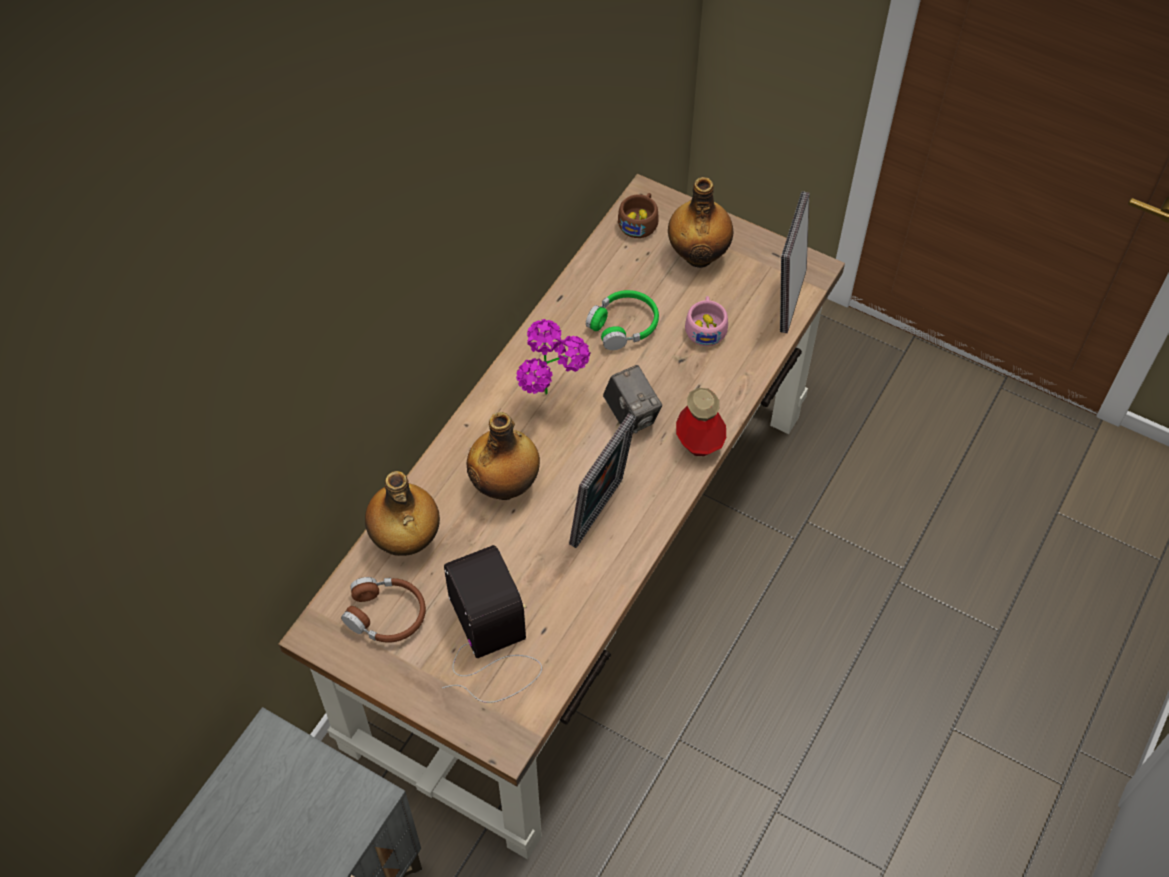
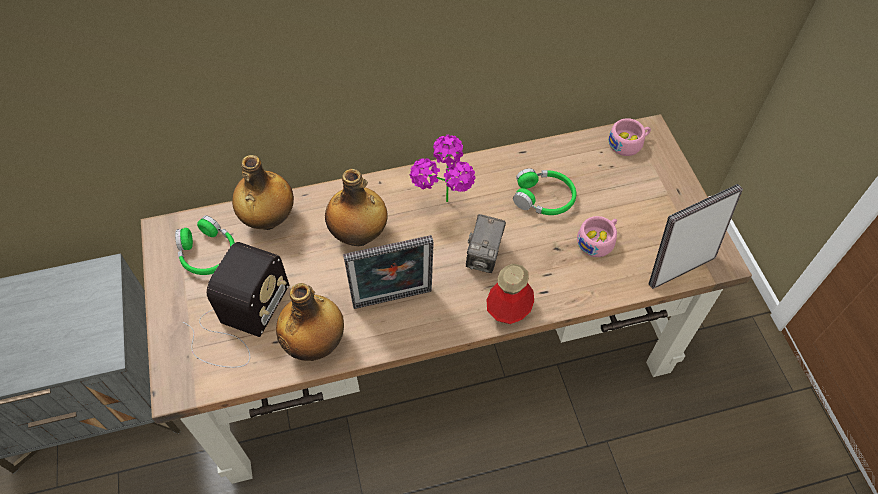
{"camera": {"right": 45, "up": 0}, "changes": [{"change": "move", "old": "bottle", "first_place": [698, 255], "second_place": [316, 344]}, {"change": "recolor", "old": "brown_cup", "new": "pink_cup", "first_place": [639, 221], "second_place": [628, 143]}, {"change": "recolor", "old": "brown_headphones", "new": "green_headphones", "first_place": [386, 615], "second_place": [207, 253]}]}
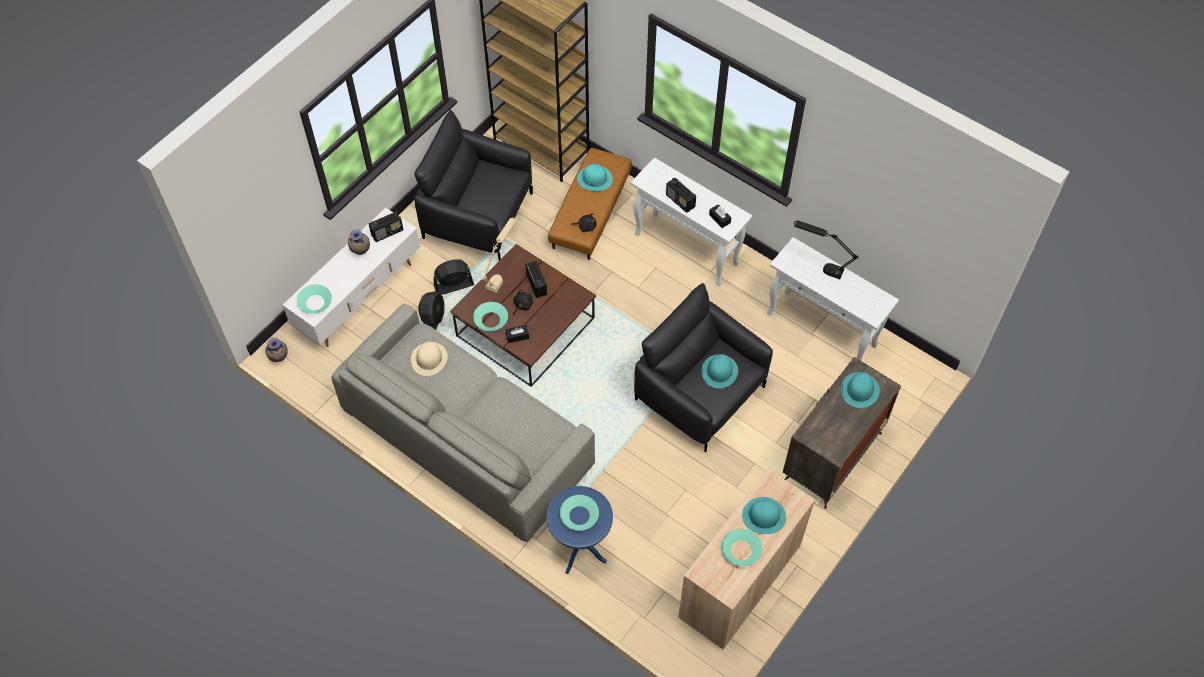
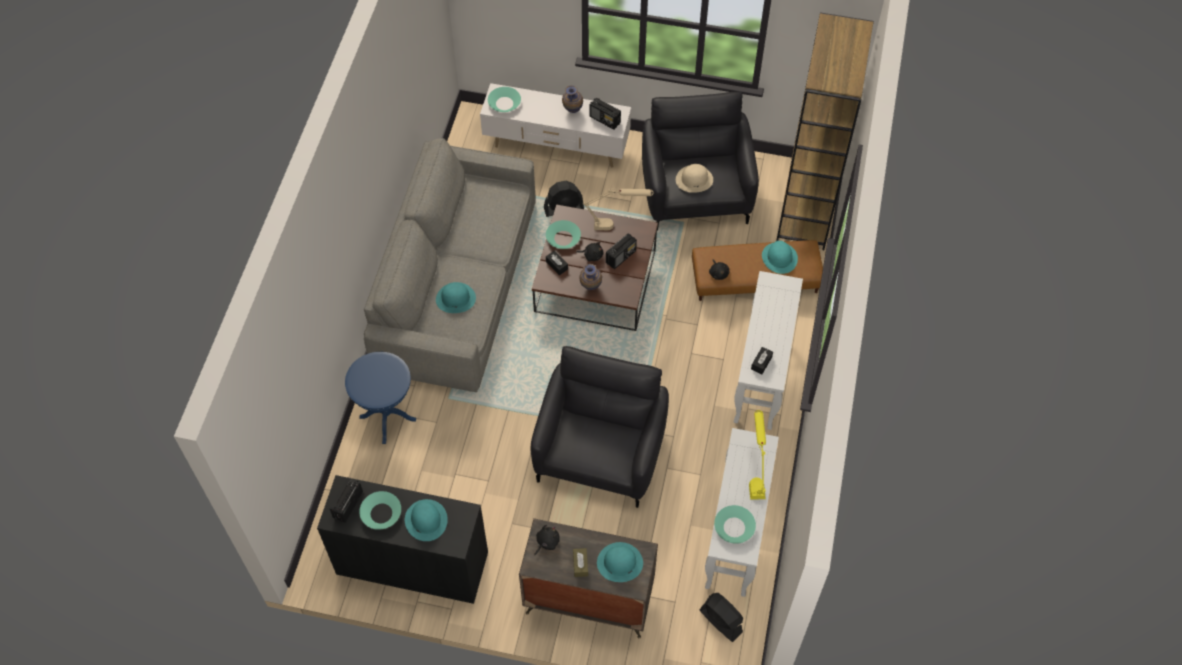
{"camera": {"right": 65, "up": 0}, "changes": [{"change": "move", "old": "radio", "first_place": [680, 201], "second_place": [348, 505]}, {"change": "recolor", "old": "black_table_lamp", "new": "yellow_table_lamp", "first_place": [820, 266], "second_place": [755, 475]}, {"change": "move", "old": "black_fan", "first_place": [453, 285], "second_place": [720, 621]}, {"change": "move", "old": "vase", "first_place": [279, 359], "second_place": [590, 288]}, {"change": "move", "old": "beige_hat", "first_place": [429, 358], "second_place": [694, 179]}, {"change": "move", "old": "turquoise_hat", "first_place": [719, 371], "second_place": [456, 298]}, {"change": "recolor", "old": "beige_cabinet", "new": "black_cabinet", "first_place": [739, 581], "second_place": [412, 563]}, {"change": "move", "old": "turquoise_bowl", "first_place": [579, 515], "second_place": [734, 527]}, {"change": "insert", "new": "black_plush_toy", "second_place": [546, 542]}, {"change": "insert", "new": "brown_tissue_box", "second_place": [580, 564]}]}
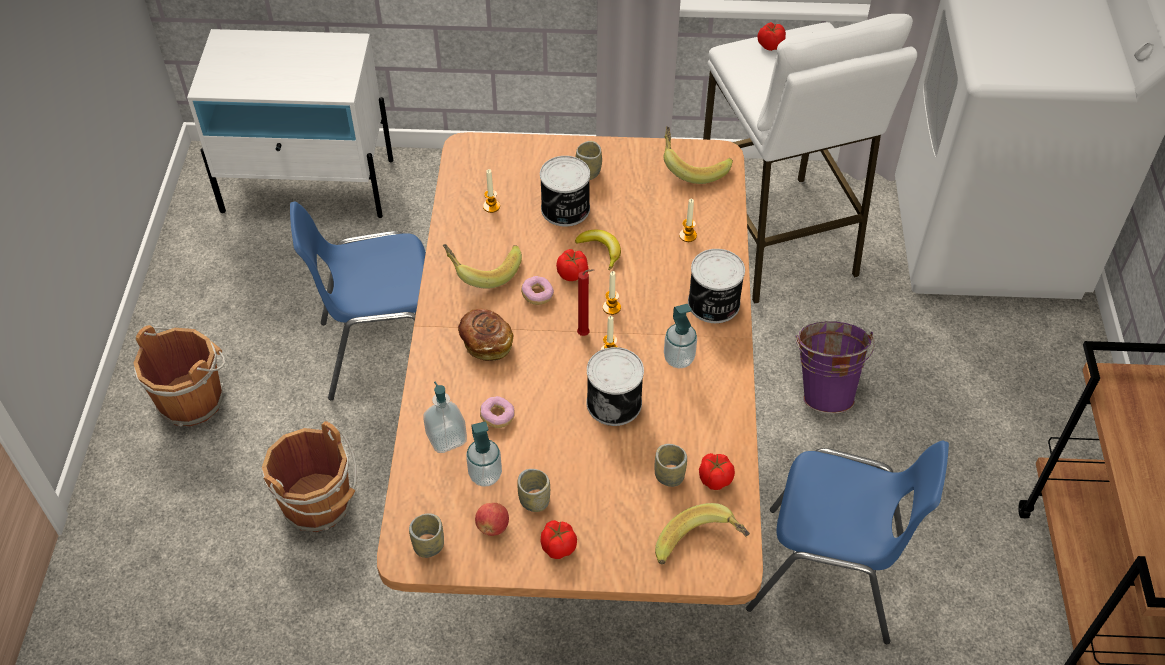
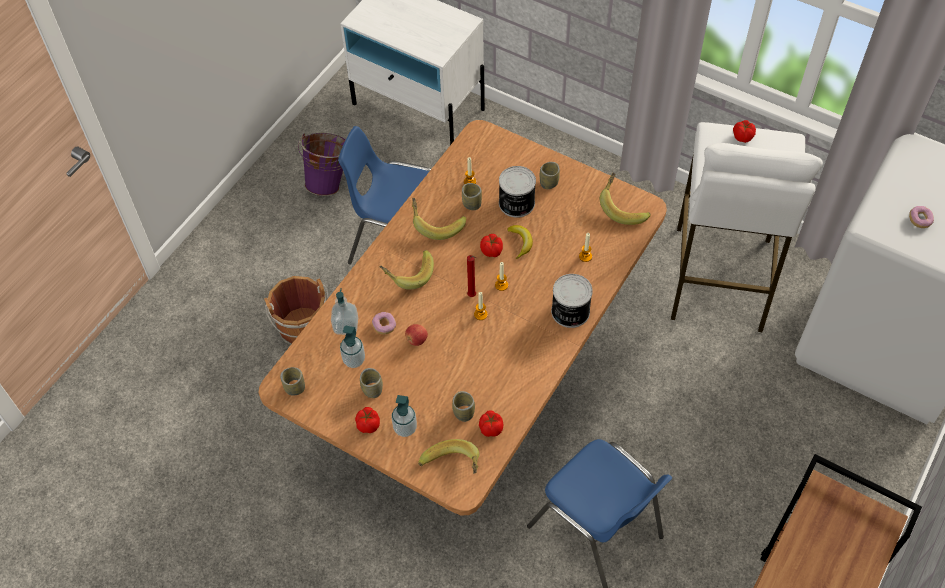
{"camera": {"right": 30, "up": 5}, "changes": [{"change": "move", "old": "donut", "first_place": [537, 295], "second_place": [919, 220]}, {"change": "move", "old": "soap_dispenser", "first_place": [679, 359], "second_place": [405, 428]}, {"change": "replace", "old": "bread", "new": "banana", "first_place": [486, 343], "second_place": [408, 274]}, {"change": "move", "old": "purple_bucket", "first_place": [824, 389], "second_place": [329, 181]}, {"change": "delete", "old": "brown_bucket", "first_place": [193, 398]}, {"change": "delete", "old": "can", "first_place": [615, 402]}, {"change": "move", "old": "apple", "first_place": [492, 527], "second_place": [416, 340]}, {"change": "insert", "new": "cup", "second_place": [472, 204]}]}
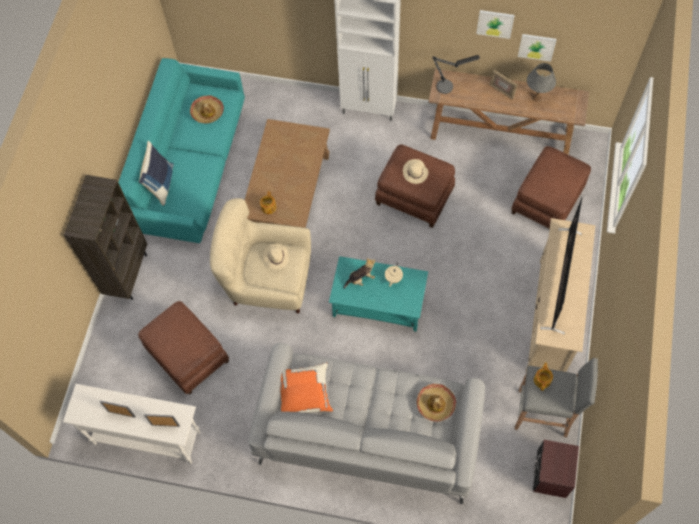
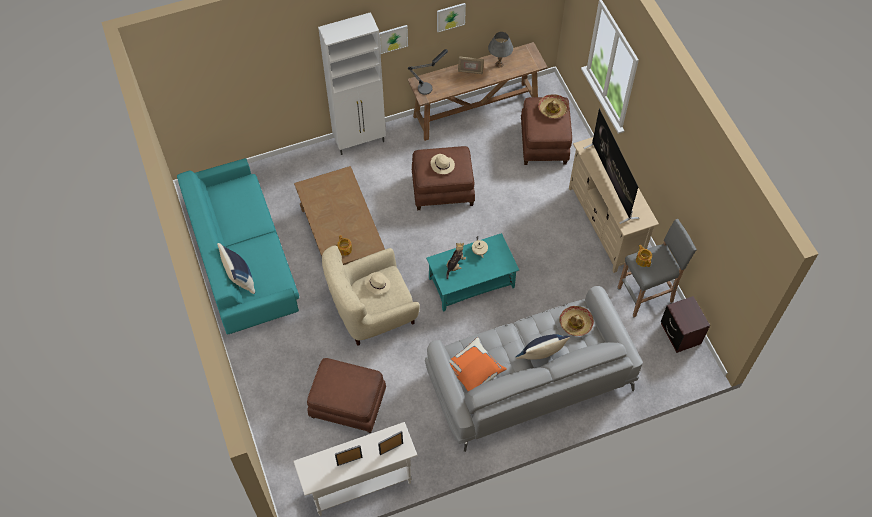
{"camera": {"right": -35, "up": -5}, "changes": [{"change": "move", "old": "picture", "first_place": [536, 47], "second_place": [393, 39]}, {"change": "move", "old": "hat", "first_place": [207, 112], "second_place": [552, 109]}, {"change": "delete", "old": "brown_bookcase", "first_place": [127, 274]}, {"change": "insert", "new": "blue_pillow", "second_place": [541, 356]}]}
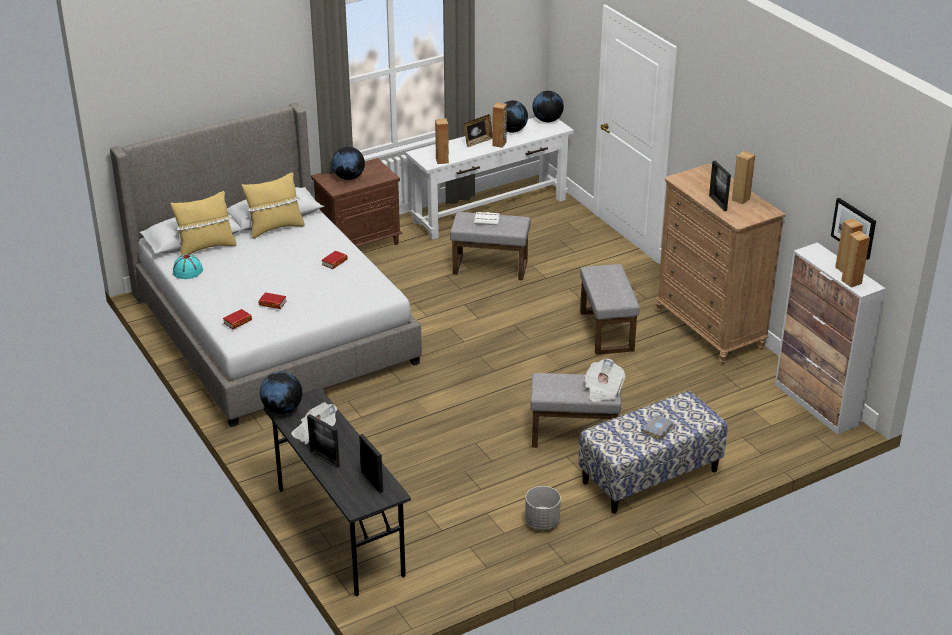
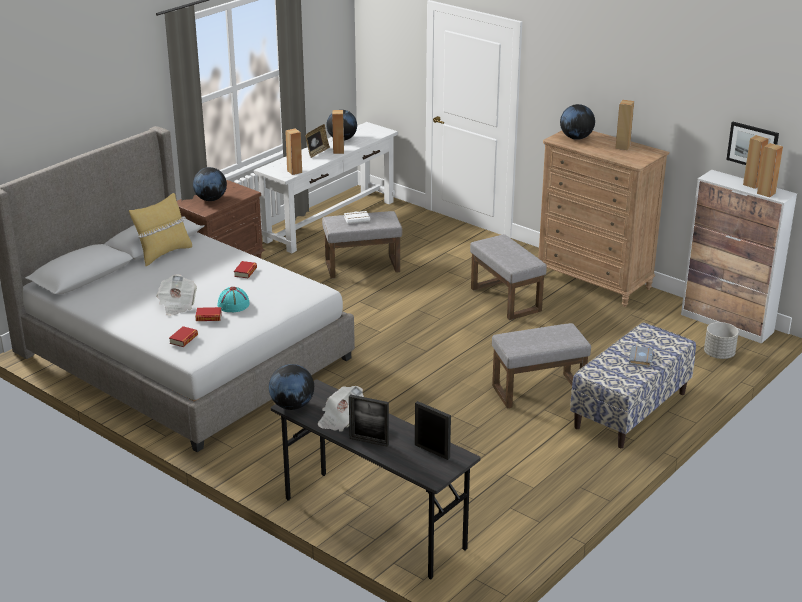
{"camera": {"right": -20, "up": -5}, "changes": [{"change": "move", "old": "globe", "first_place": [547, 120], "second_place": [576, 138]}, {"change": "delete", "old": "picture_frame", "first_place": [717, 203]}, {"change": "delete", "old": "yellow_pillow", "first_place": [206, 247]}, {"change": "move", "old": "turquoise_hat", "first_place": [187, 271], "second_place": [233, 305]}, {"change": "move", "old": "newspaper", "first_place": [603, 390], "second_place": [177, 305]}, {"change": "move", "old": "grey_planter", "first_place": [541, 522], "second_place": [718, 355]}]}
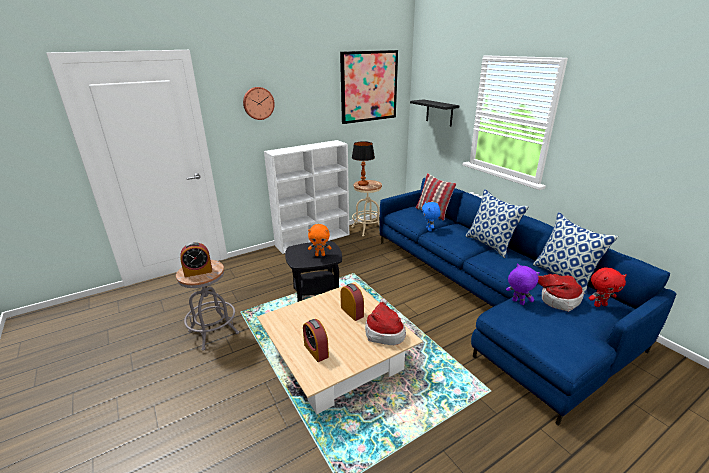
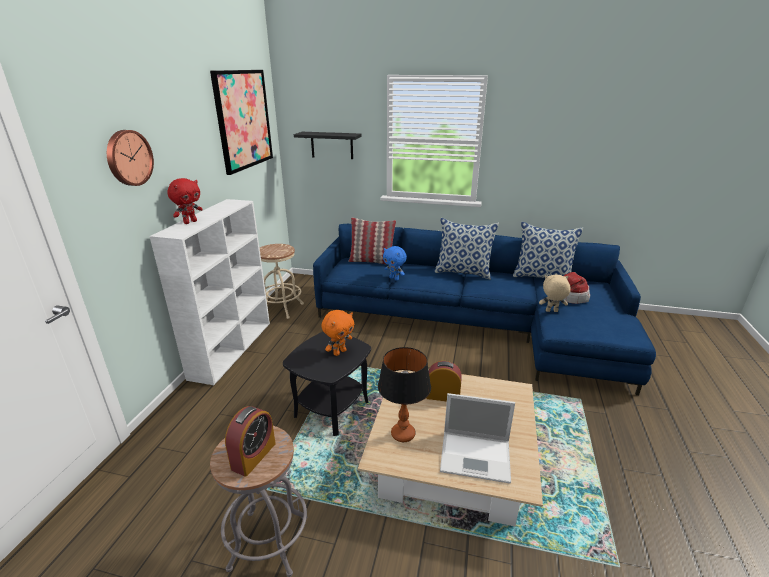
{"camera": {"right": -45, "up": 0}, "changes": [{"change": "move", "old": "table_lamp", "first_place": [363, 184], "second_place": [402, 434]}, {"change": "recolor", "old": "purple_plush_toy", "new": "beige_plush_toy", "first_place": [517, 302], "second_place": [551, 311]}, {"change": "move", "old": "red_plush_toy", "first_place": [599, 305], "second_place": [190, 222]}, {"change": "delete", "old": "hat", "first_place": [384, 331]}, {"change": "replace", "old": "alarm_clock", "new": "laptop", "first_place": [316, 351], "second_place": [477, 456]}]}
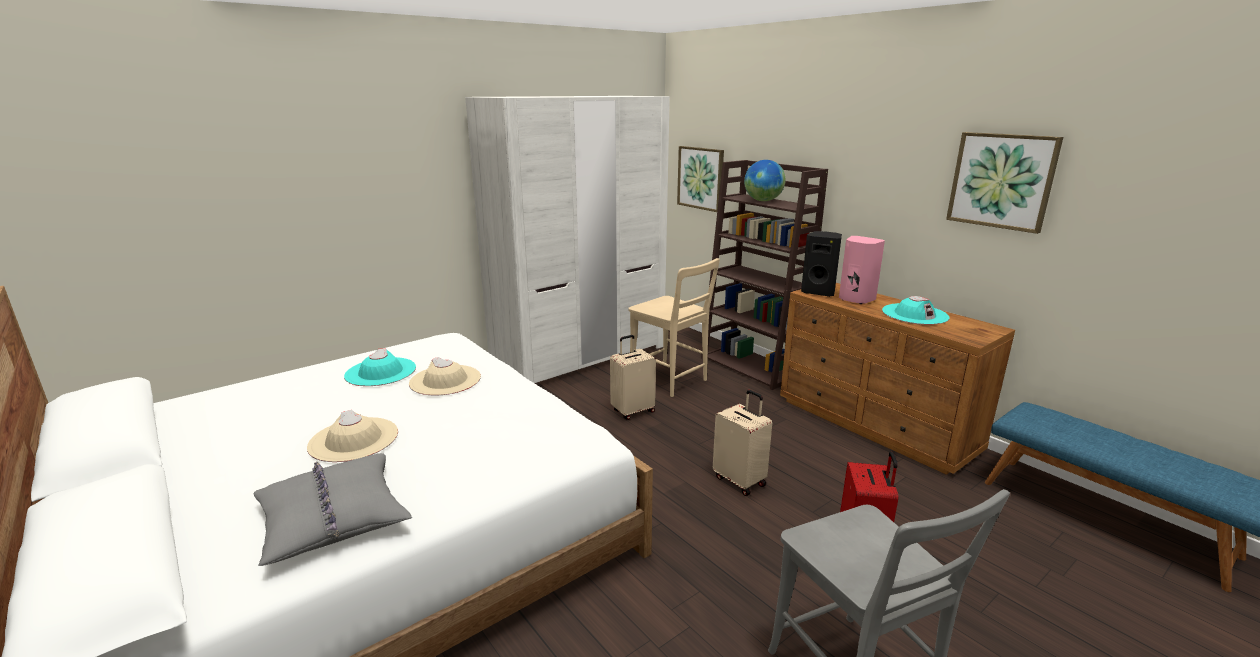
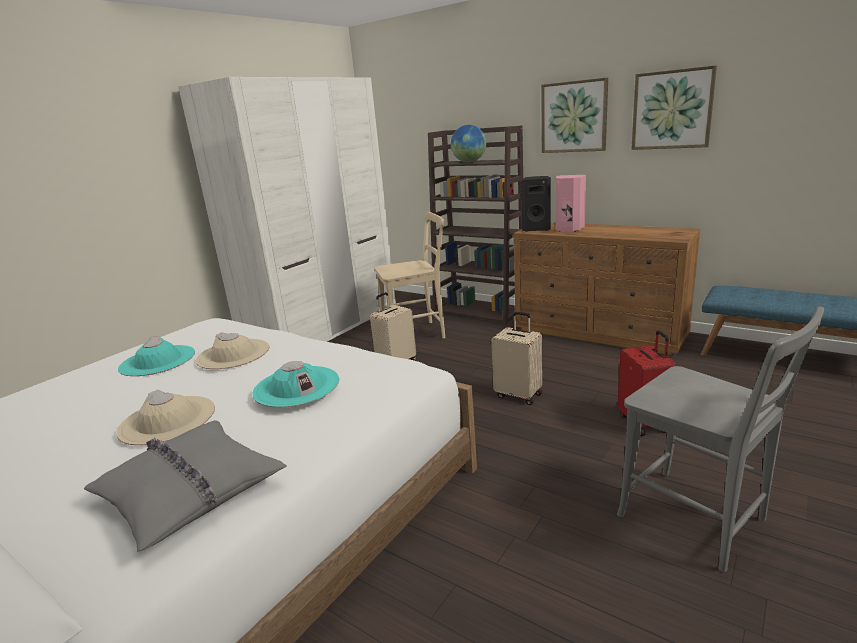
{"camera": {"right": -15, "up": 0}, "changes": [{"change": "move", "old": "picture", "first_place": [701, 178], "second_place": [574, 117]}, {"change": "rotate", "old": "beige_chair", "first_place": [671, 380], "second_place": [417, 334], "degrees": -45}, {"change": "move", "old": "turquoise_hat", "first_place": [914, 314], "second_place": [296, 386]}]}
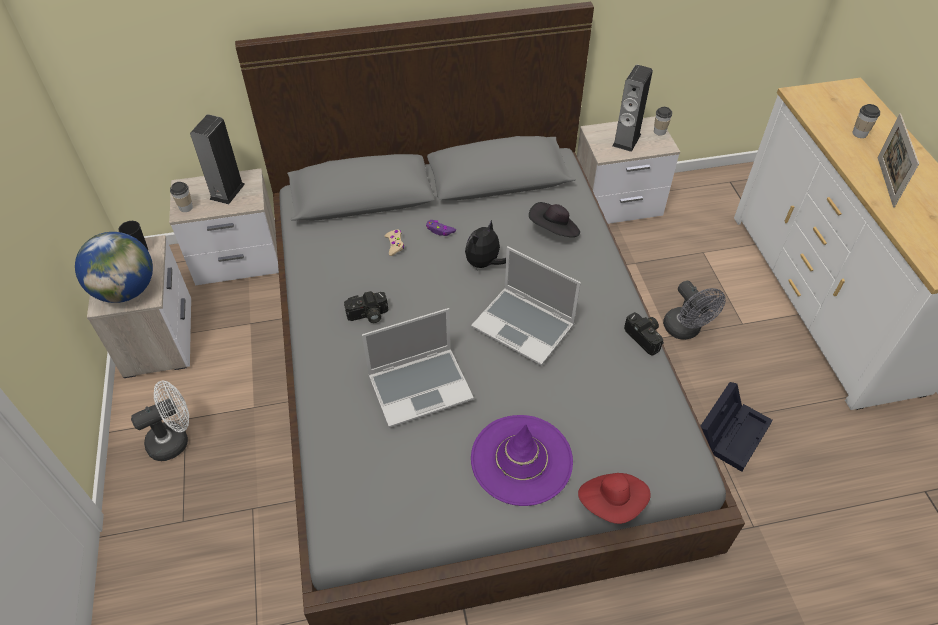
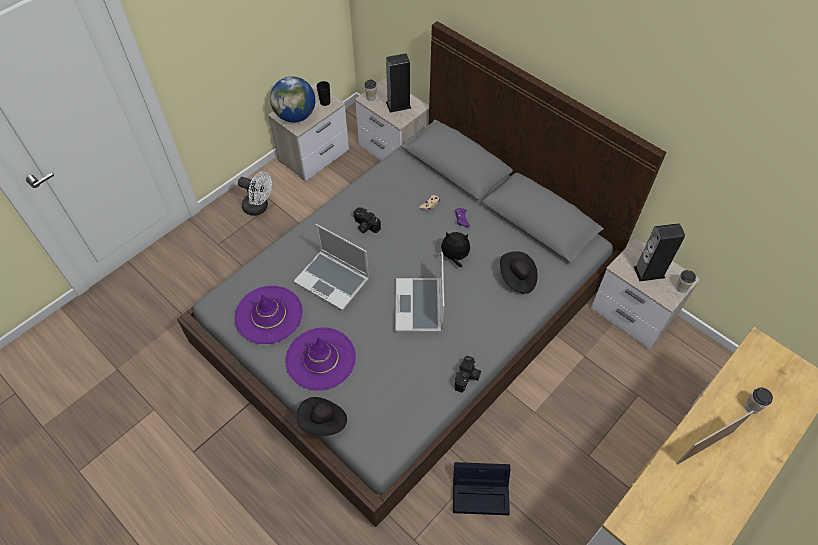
{"camera": {"right": 55, "up": 5}, "changes": [{"change": "delete", "old": "grey_fan", "first_place": [685, 330]}, {"change": "recolor", "old": "red_hat", "new": "black_hat", "first_place": [612, 503], "second_place": [323, 422]}, {"change": "insert", "new": "purple_hat", "second_place": [269, 314]}]}
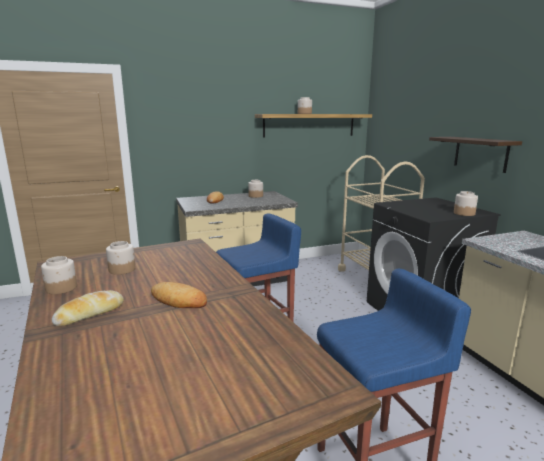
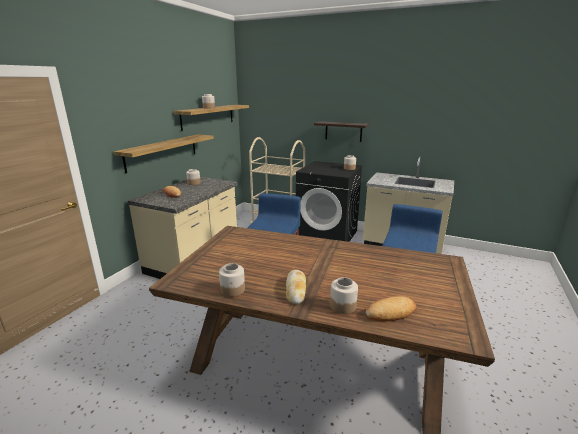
{"camera": {"right": -45, "up": 5}, "changes": [{"change": "move", "old": "jar", "first_place": [122, 269], "second_place": [343, 306]}, {"change": "move", "old": "bread", "first_place": [178, 300], "second_place": [390, 312]}, {"change": "insert", "new": "shelf", "second_place": [162, 152]}]}
